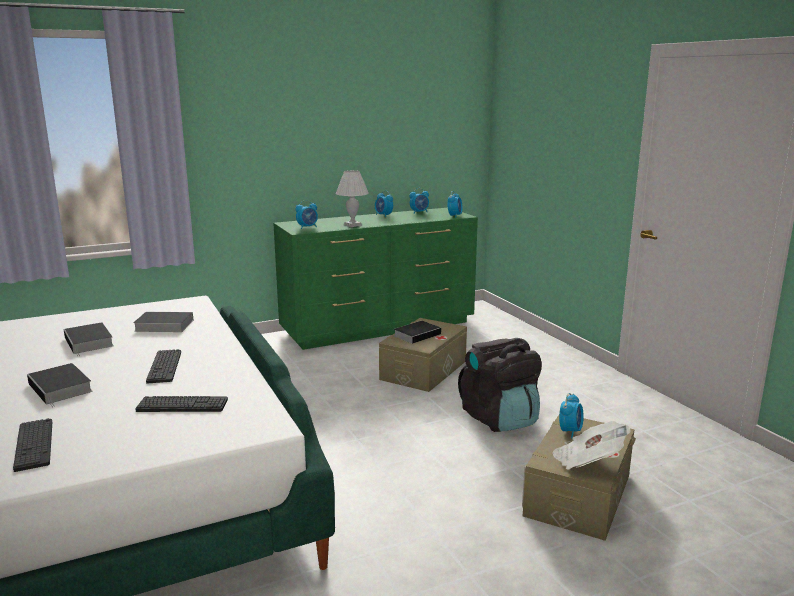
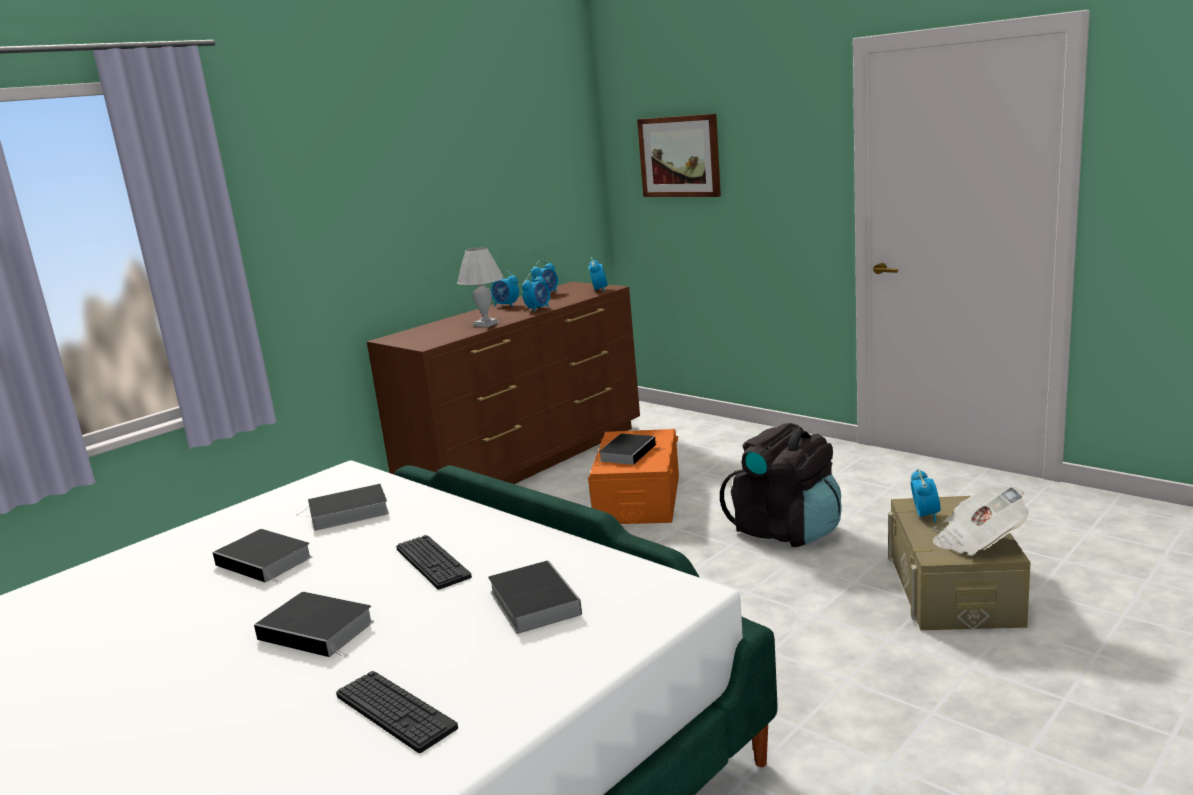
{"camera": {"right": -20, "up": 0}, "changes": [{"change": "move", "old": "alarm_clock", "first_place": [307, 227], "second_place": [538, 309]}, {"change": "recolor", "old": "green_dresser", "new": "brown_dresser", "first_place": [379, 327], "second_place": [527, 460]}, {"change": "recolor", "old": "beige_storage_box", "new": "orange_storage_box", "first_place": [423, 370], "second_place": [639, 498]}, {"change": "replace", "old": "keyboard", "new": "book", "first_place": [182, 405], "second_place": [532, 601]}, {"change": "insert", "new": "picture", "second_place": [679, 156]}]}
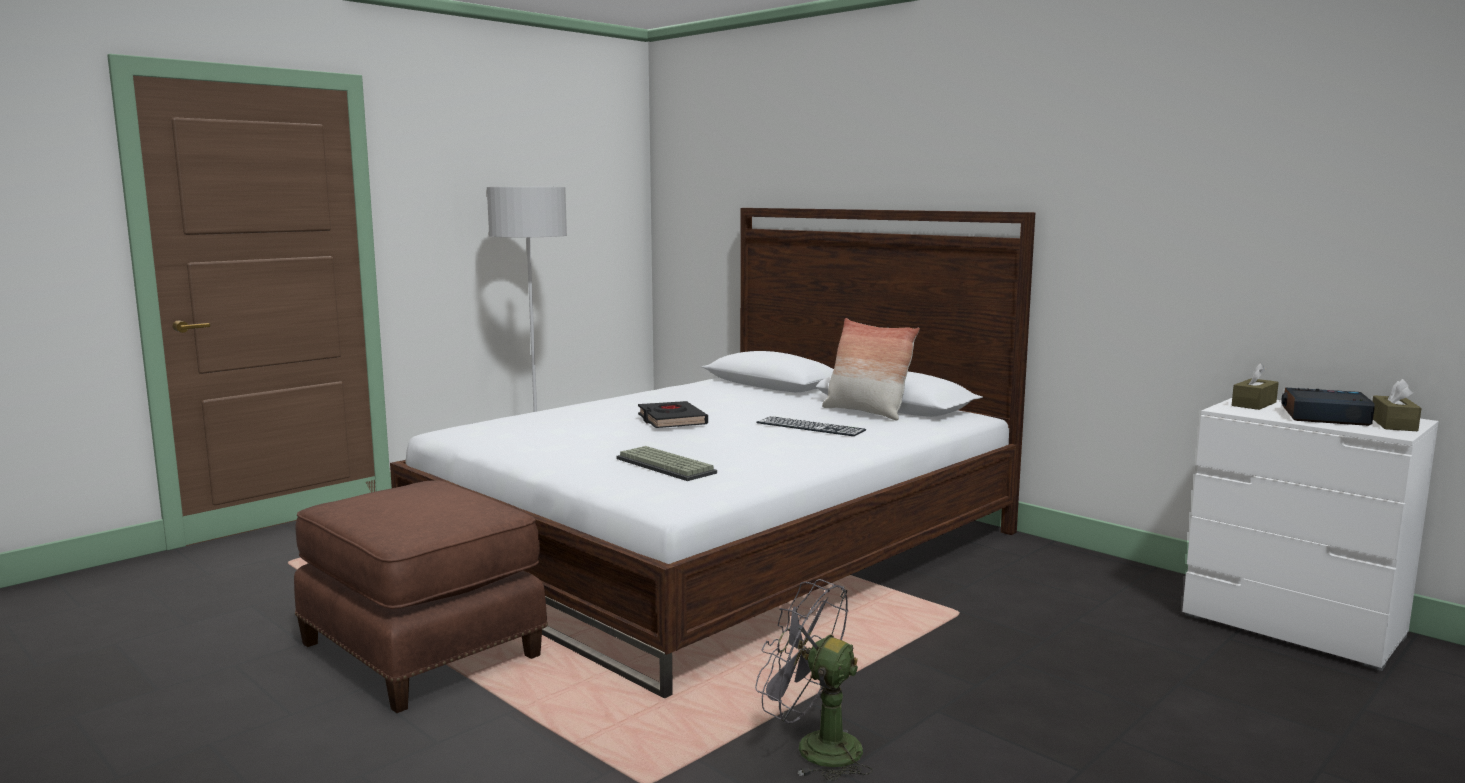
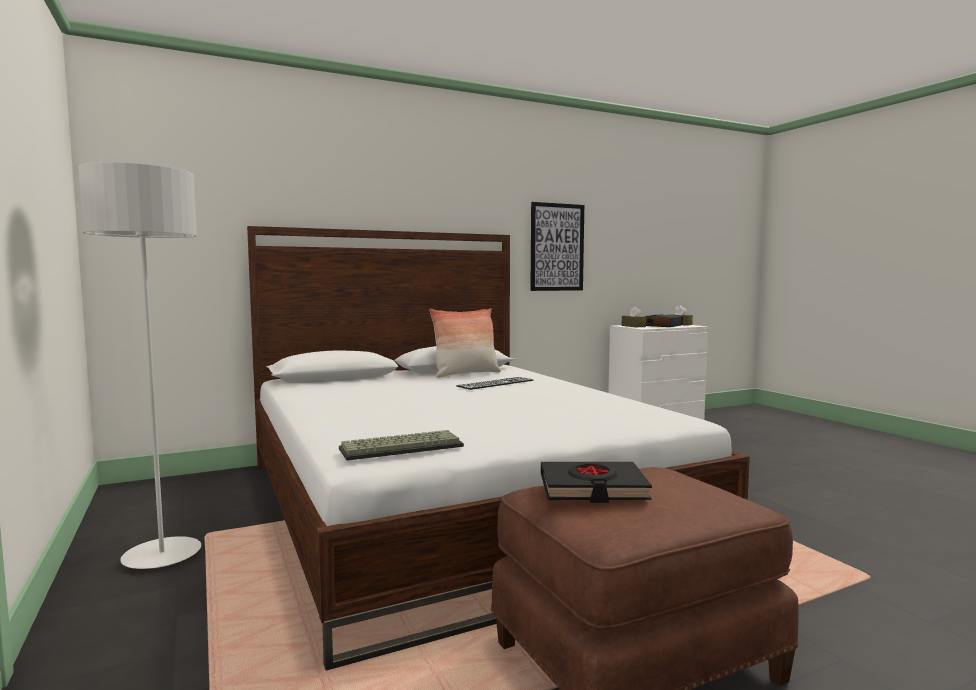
{"camera": {"right": -70, "up": -5}, "changes": [{"change": "move", "old": "black_book", "first_place": [671, 420], "second_place": [592, 489]}, {"change": "move", "old": "keyboard", "first_place": [667, 465], "second_place": [402, 447]}, {"change": "delete", "old": "grey_fan", "first_place": [814, 748]}, {"change": "insert", "new": "picture", "second_place": [557, 247]}]}
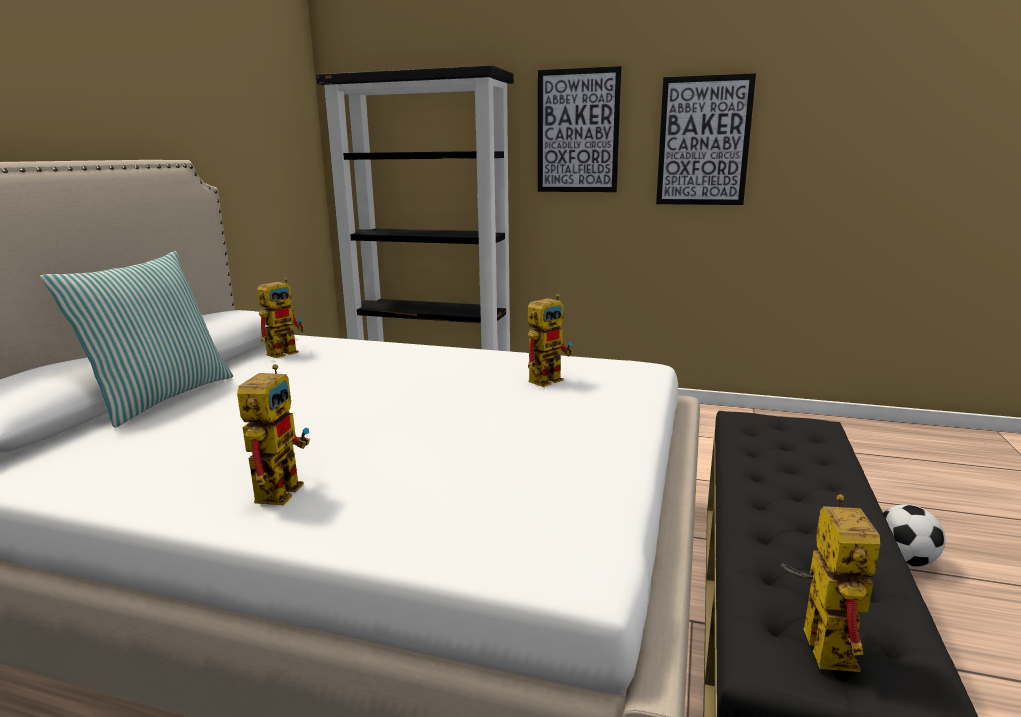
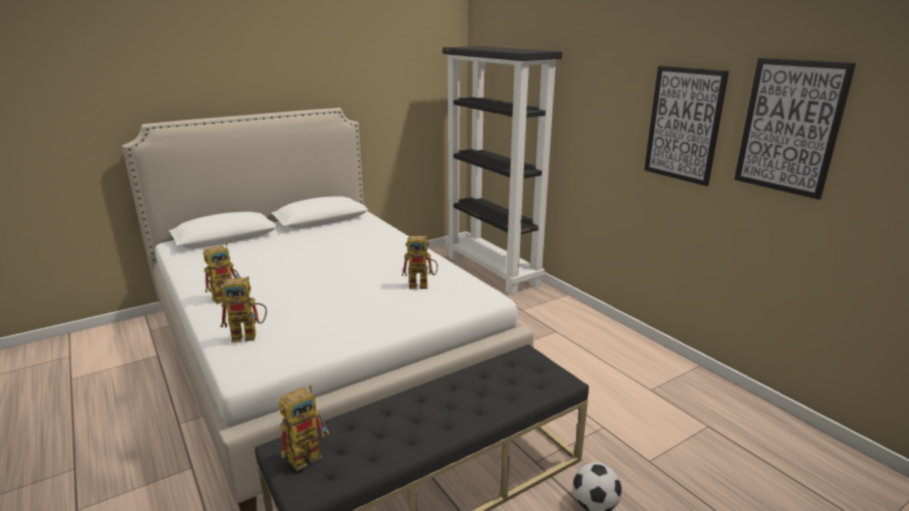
{"camera": {"right": 40, "up": 5}, "changes": [{"change": "move", "old": "picture", "first_place": [578, 131], "second_place": [789, 127]}, {"change": "delete", "old": "pillow", "first_place": [160, 397]}, {"change": "move", "old": "toy_robot", "first_place": [286, 351], "second_place": [250, 335]}]}
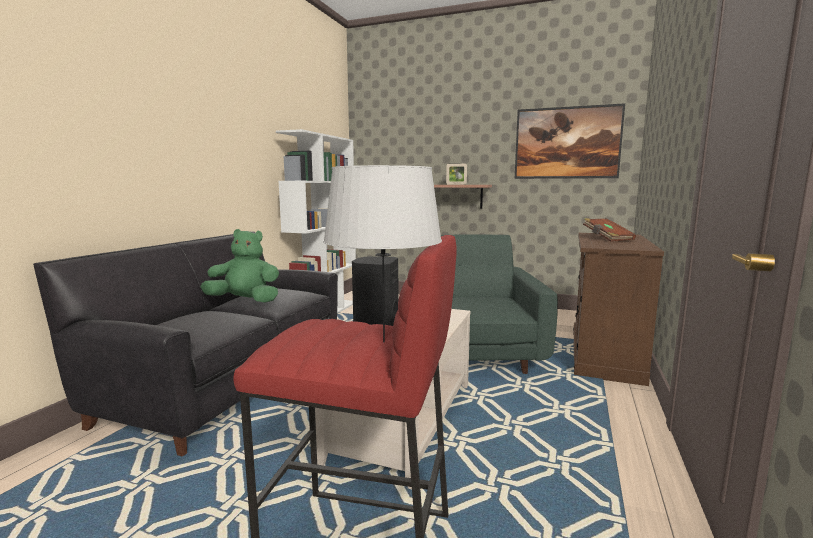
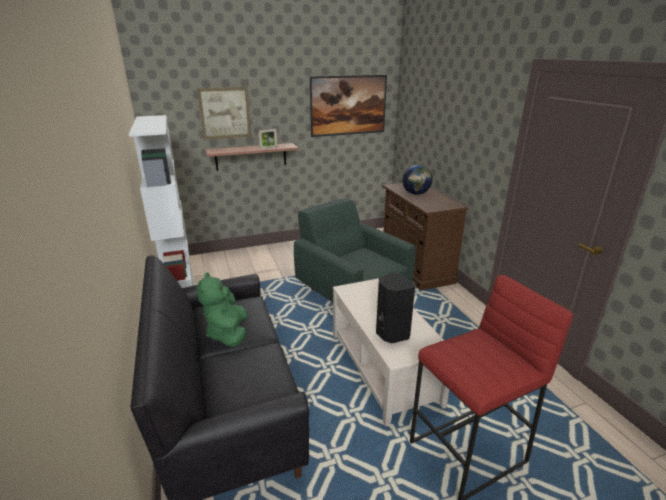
{"camera": {"right": -40, "up": 15}, "changes": [{"change": "delete", "old": "grey_table_lamp", "first_place": [384, 342]}, {"change": "replace", "old": "brown_book", "new": "globe", "first_place": [607, 238], "second_place": [416, 193]}, {"change": "rotate", "old": "green_plush_toy", "first_place": [245, 301], "second_place": [228, 334], "degrees": -60}, {"change": "insert", "new": "picture", "second_place": [225, 113]}]}
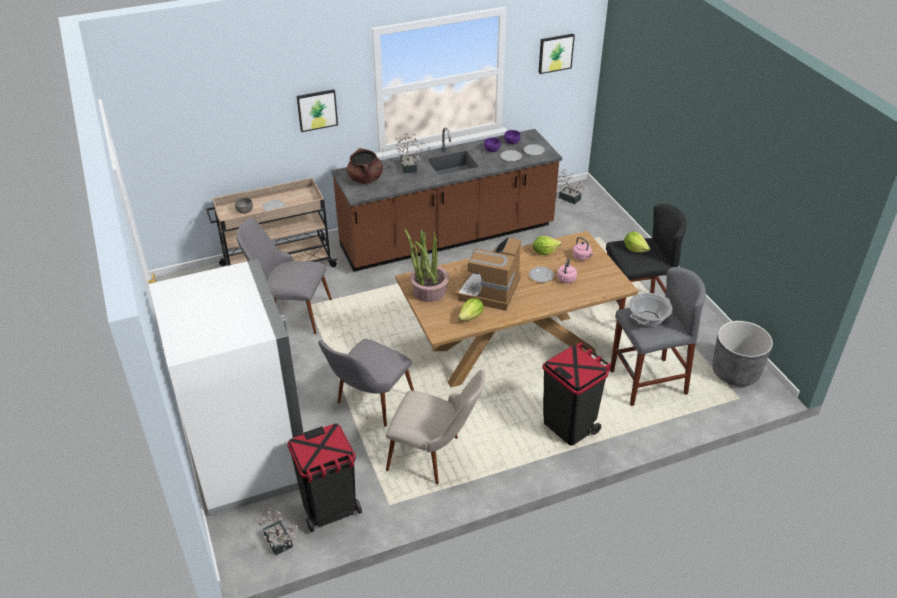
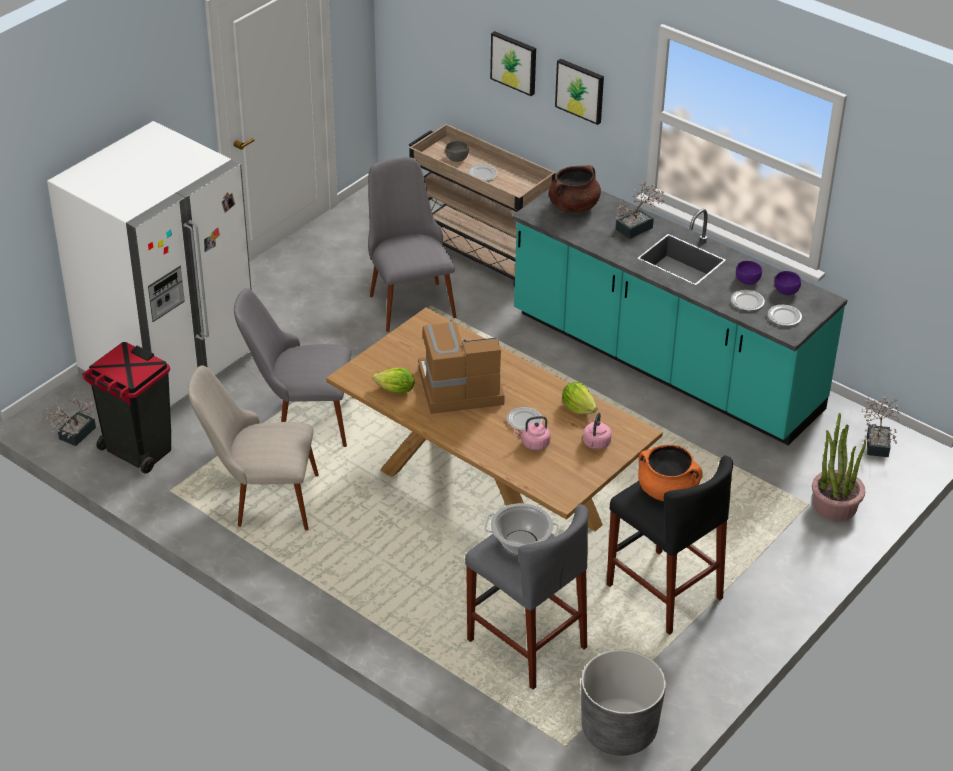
{"camera": {"right": 60, "up": 0}, "changes": [{"change": "move", "old": "picture", "first_place": [555, 53], "second_place": [514, 62]}, {"change": "recolor", "old": "brown_counter", "new": "turquoise_counter", "first_place": [448, 238], "second_place": [664, 364]}, {"change": "move", "old": "potted_plant", "first_place": [429, 291], "second_place": [835, 505]}, {"change": "replace", "old": "lettuce", "new": "orange_cooking_pot", "first_place": [635, 249], "second_place": [667, 490]}, {"change": "delete", "old": "black_trash_can", "first_place": [569, 426]}, {"change": "rotate", "old": "beige_chair", "first_place": [435, 457], "second_place": [261, 500], "degrees": 105}]}
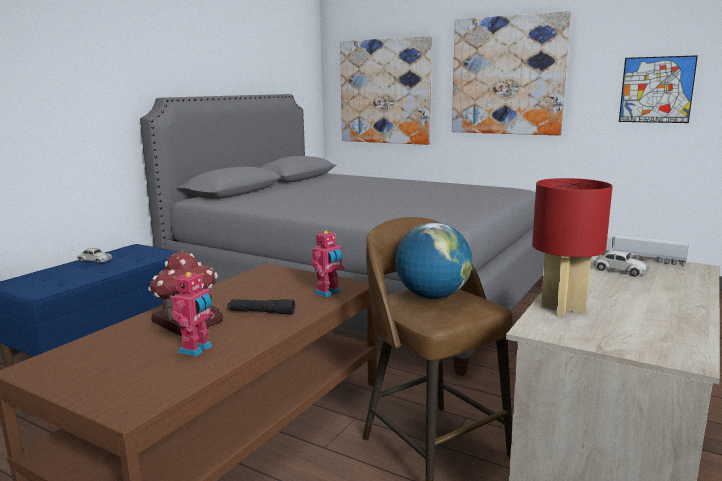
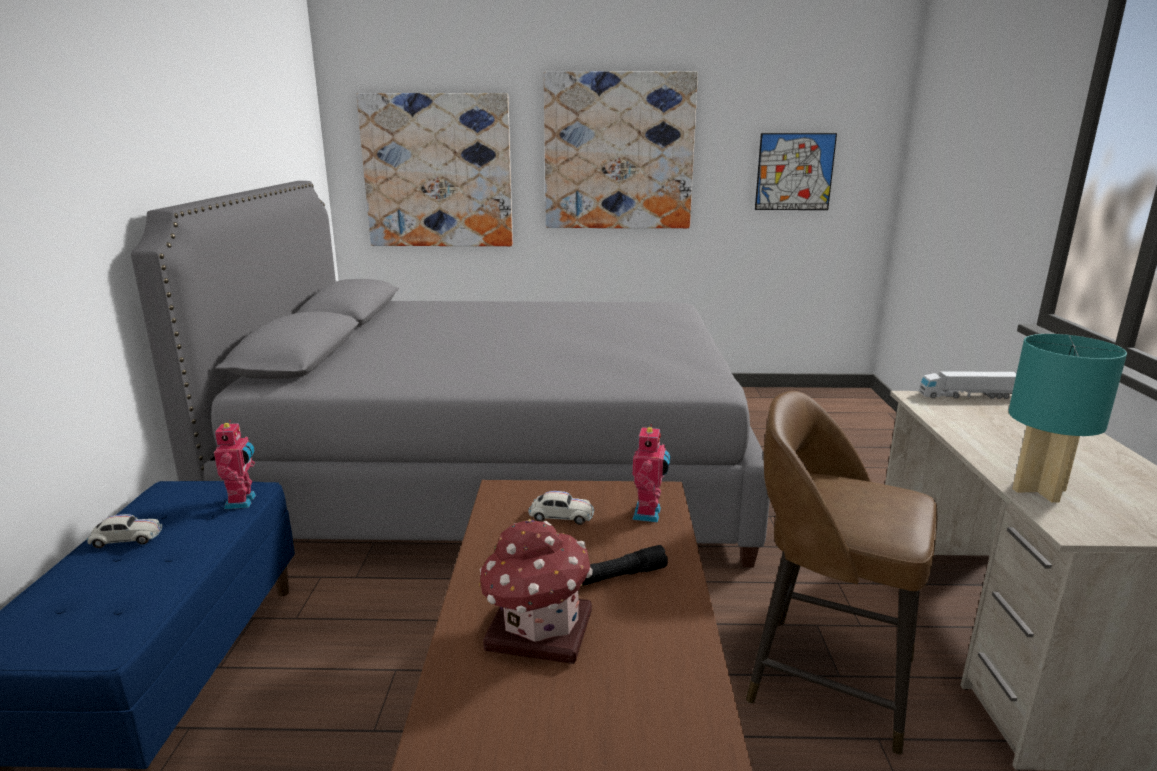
{"camera": {"right": -30, "up": 5}, "changes": [{"change": "recolor", "old": "red_table_lamp", "new": "turquoise_table_lamp", "first_place": [562, 308], "second_place": [1037, 489]}, {"change": "delete", "old": "globe", "first_place": [432, 297]}, {"change": "move", "old": "white_toy_car", "first_place": [619, 270], "second_place": [561, 516]}, {"change": "move", "old": "toy_robot", "first_place": [197, 349], "second_place": [242, 502]}]}
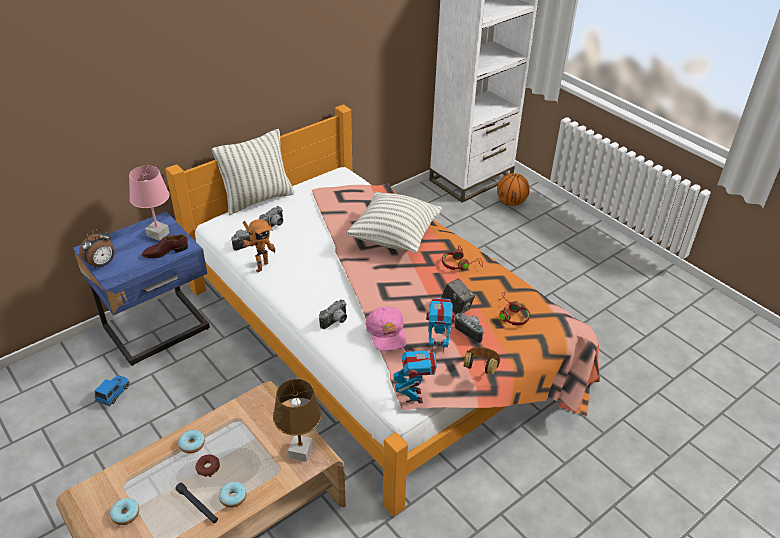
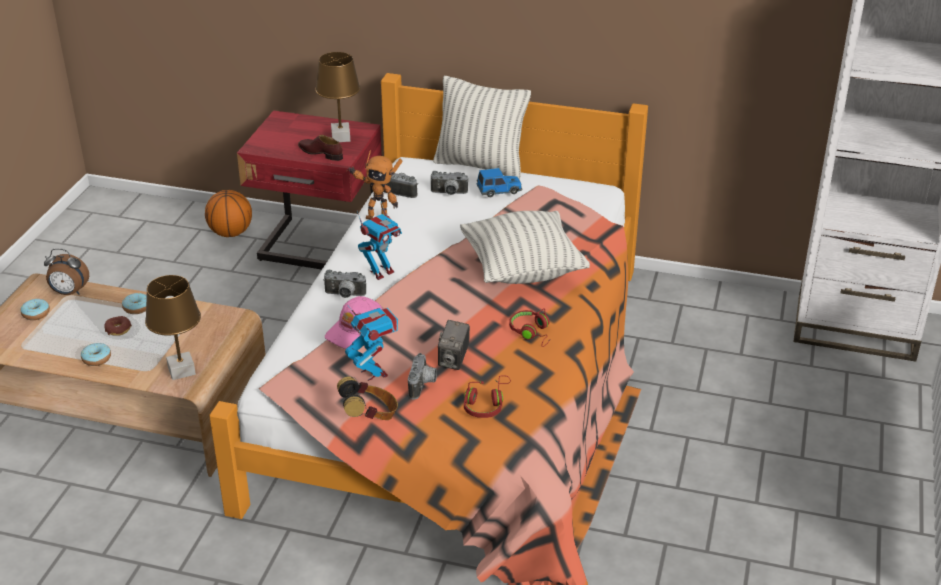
{"camera": {"right": 55, "up": -5}, "changes": [{"change": "recolor", "old": "pink_table_lamp", "new": "brown_table_lamp", "first_place": [158, 234], "second_place": [341, 137]}, {"change": "move", "old": "basketball", "first_place": [511, 202], "second_place": [230, 233]}, {"change": "recolor", "old": "blue_nightstand", "new": "red_nightstand", "first_place": [159, 330], "second_place": [318, 249]}, {"change": "move", "old": "alarm_clock", "first_place": [102, 264], "second_place": [69, 293]}, {"change": "move", "old": "toy_robot", "first_place": [413, 396], "second_place": [381, 272]}, {"change": "move", "old": "toy_car", "first_place": [114, 393], "second_place": [499, 191]}, {"change": "delete", "old": "black_flashlight", "first_place": [197, 505]}]}
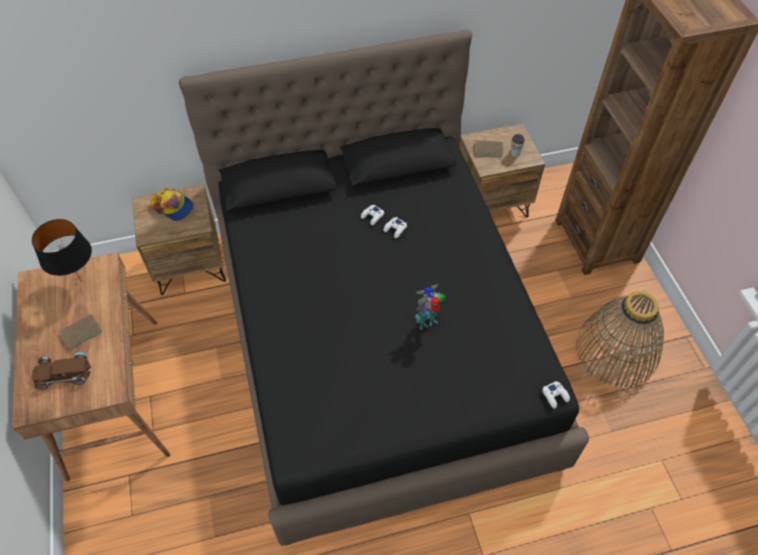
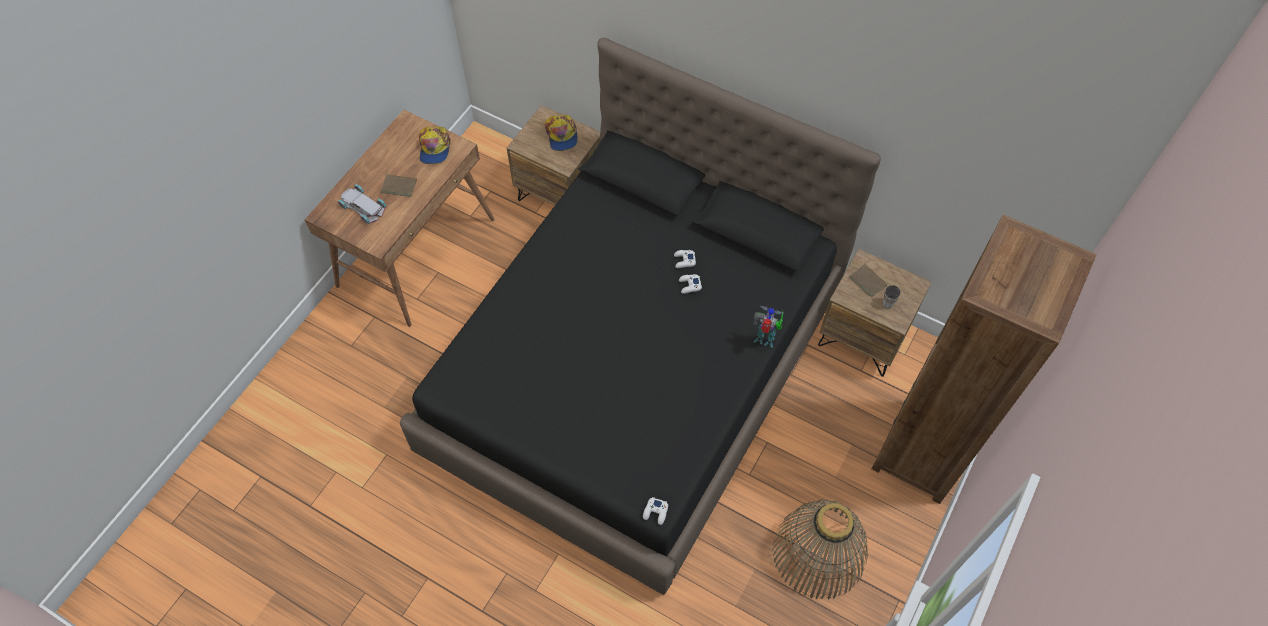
{"camera": {"right": 45, "up": 5}, "changes": [{"change": "replace", "old": "black_table_lamp", "new": "cap", "first_place": [82, 281], "second_place": [434, 148]}, {"change": "move", "old": "toy_robot", "first_place": [427, 321], "second_place": [765, 340]}, {"change": "recolor", "old": "brown_toy_car", "new": "white_toy_car", "first_place": [62, 373], "second_place": [363, 206]}]}
